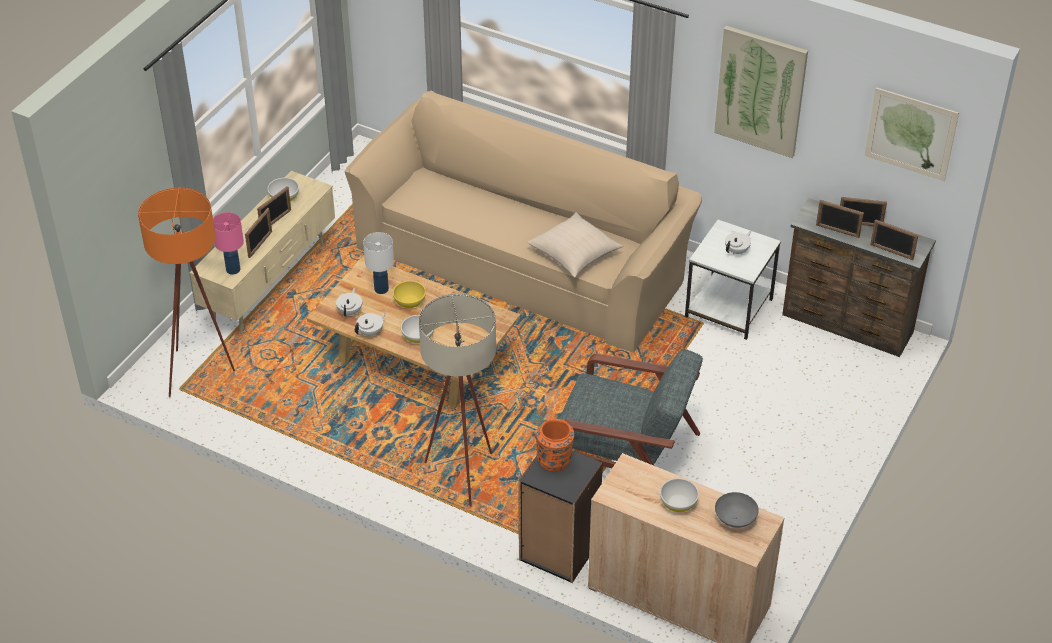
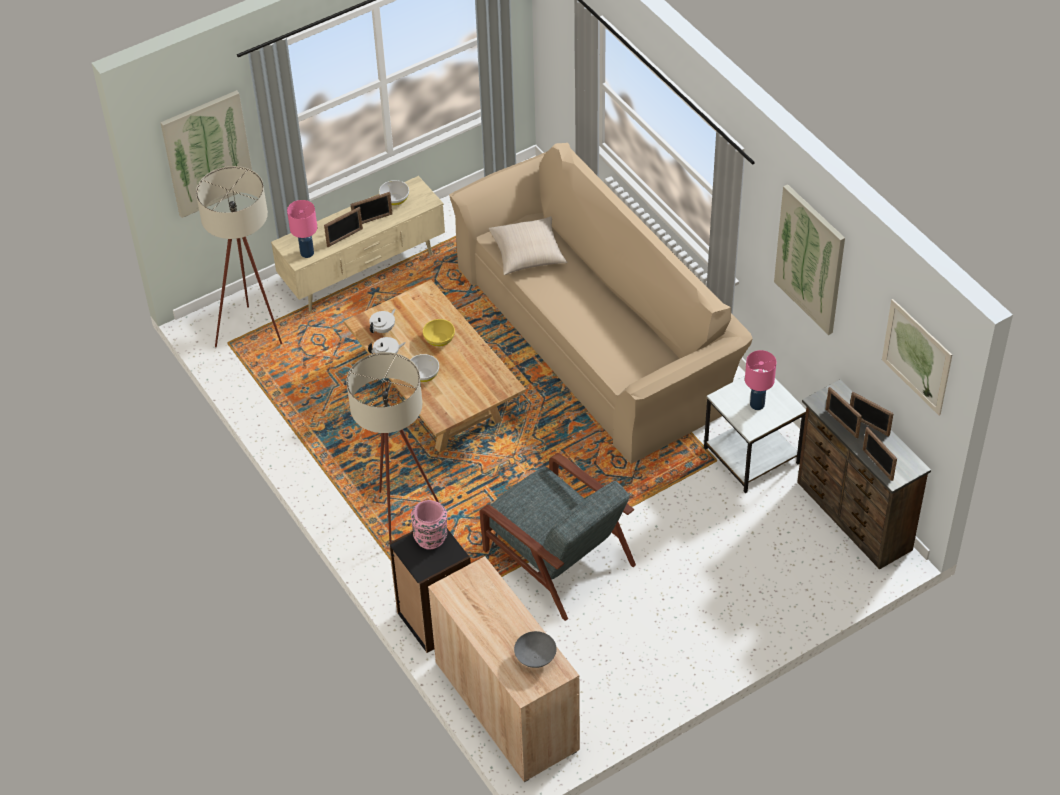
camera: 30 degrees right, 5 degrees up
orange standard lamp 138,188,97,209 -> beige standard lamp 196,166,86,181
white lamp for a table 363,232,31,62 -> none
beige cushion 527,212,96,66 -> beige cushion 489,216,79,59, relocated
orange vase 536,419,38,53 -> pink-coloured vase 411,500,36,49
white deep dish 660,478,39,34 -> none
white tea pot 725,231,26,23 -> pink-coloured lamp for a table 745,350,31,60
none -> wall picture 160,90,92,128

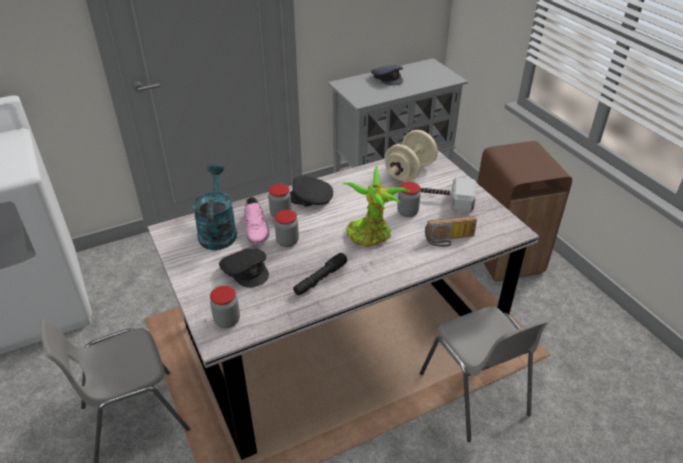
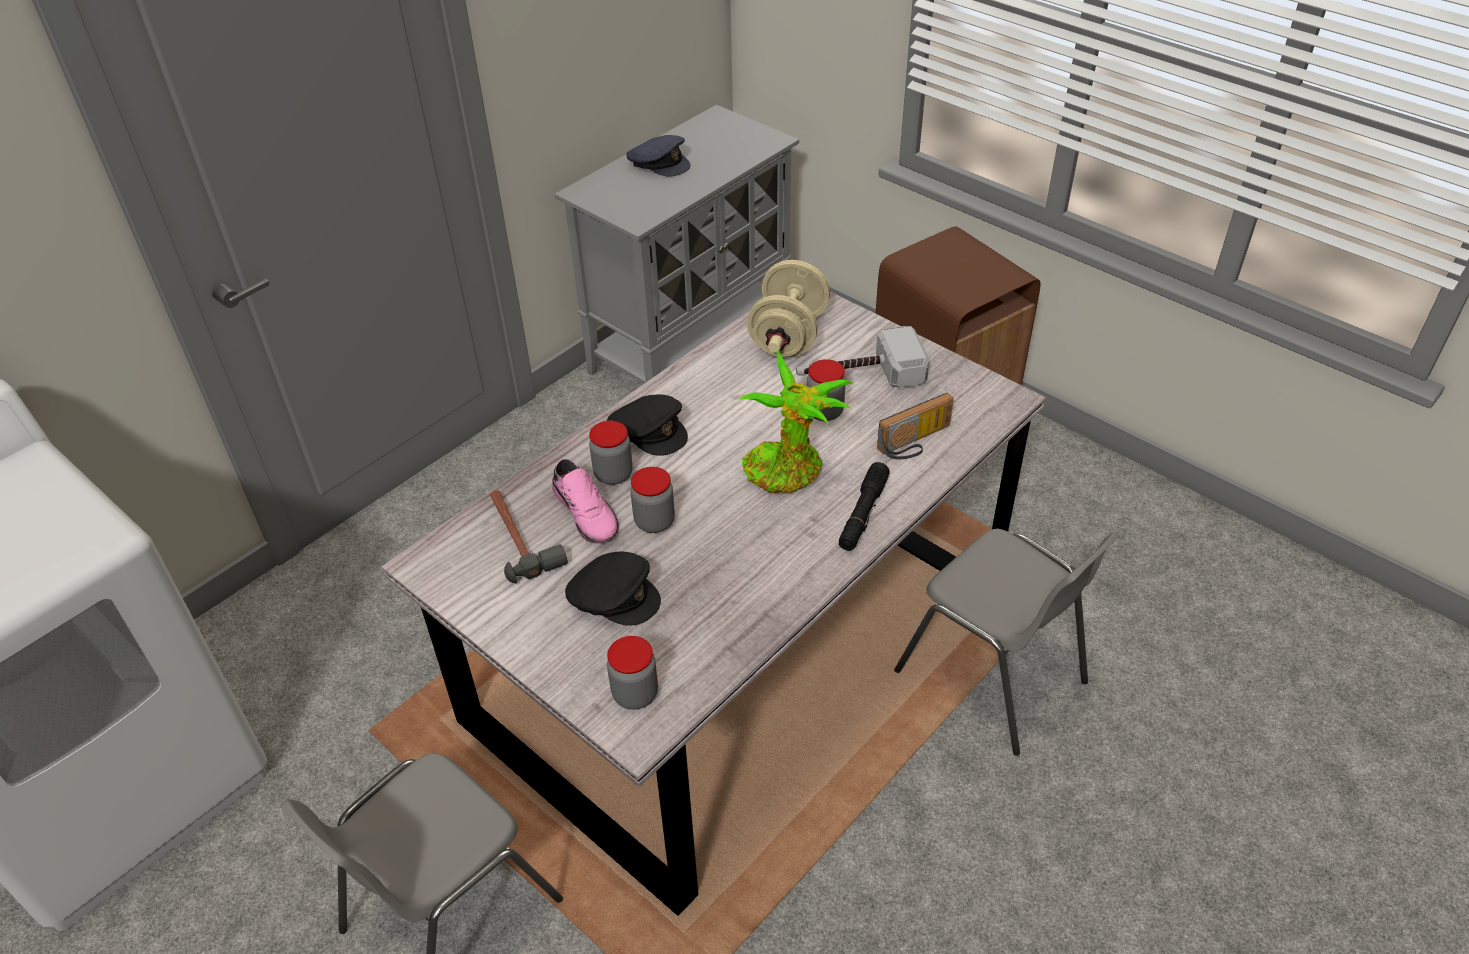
camera: 20 degrees left, 5 degrees up
blue-green watering can 193,163,44,87 -> hand hammer 490,491,78,92
black-coloured peaked cap 290,176,43,30 -> black-coloured peaked cap 607,394,81,62, 135 degrees counterclockwise
black-coloured torch 293,253,54,43 -> black-coloured torch 839,462,50,89, relocated

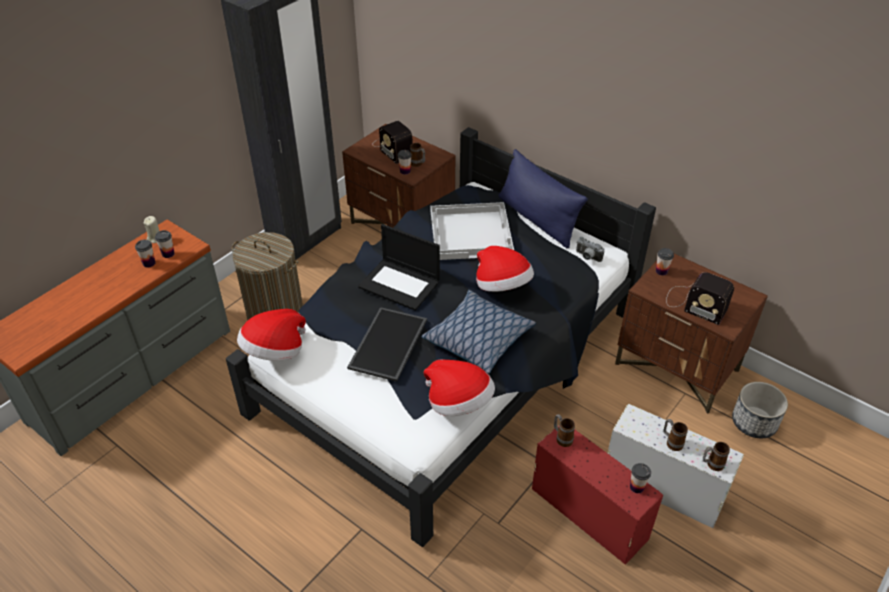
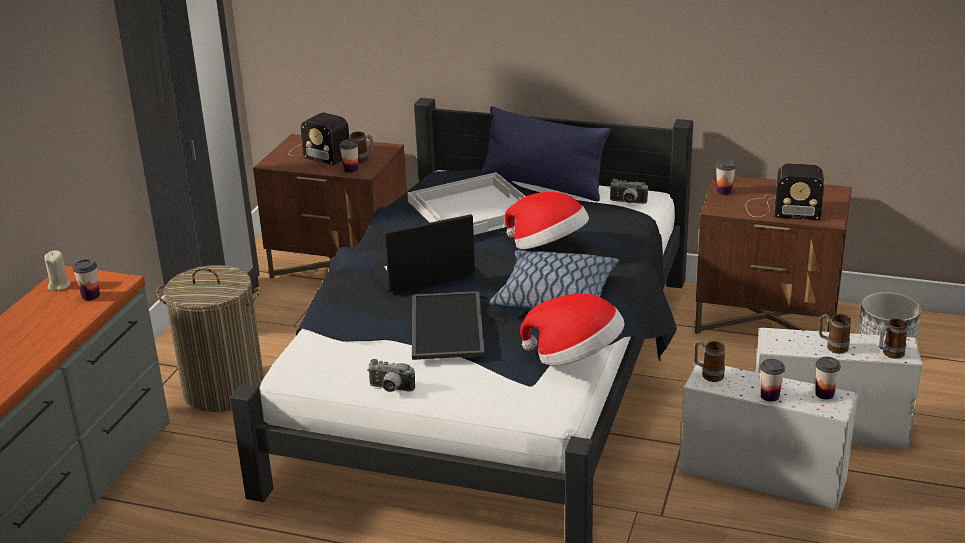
camera: 20 degrees left, 15 degrees down
small cup 135,240,20,28 -> small cup 760,359,25,43, relocated
wearable hat 237,309,69,52 -> none
notebook computer 358,224,82,87 -> notebook computer 369,214,106,78, 150 degrees clockwise
red storage bin 532,424,131,141 -> white storage bin 679,361,179,149
none -> still camera 367,359,48,33

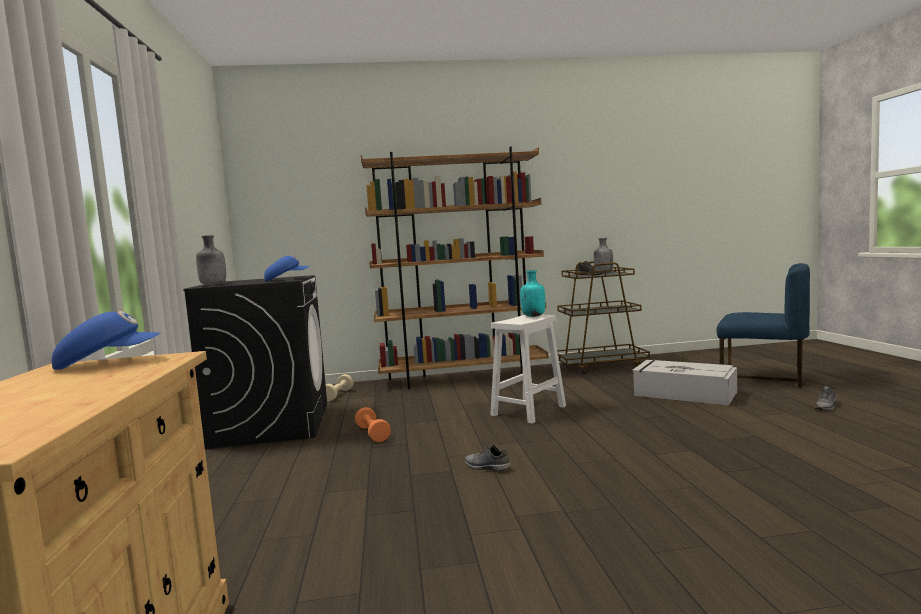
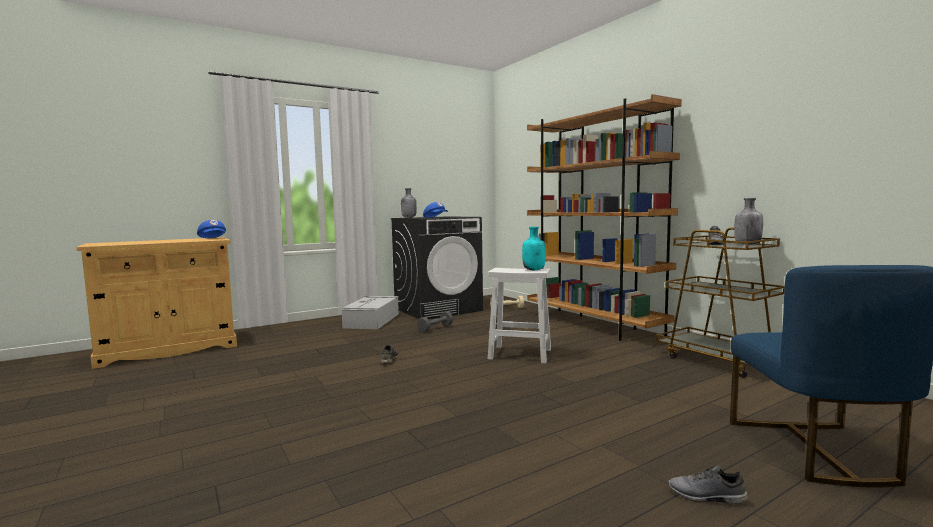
camera: 65 degrees right, 0 degrees up
orange free weight 355,407,36,35 -> grey free weight 417,311,36,22
grey storage bin 632,360,105,46 -> grey storage bin 342,296,57,33, relocated

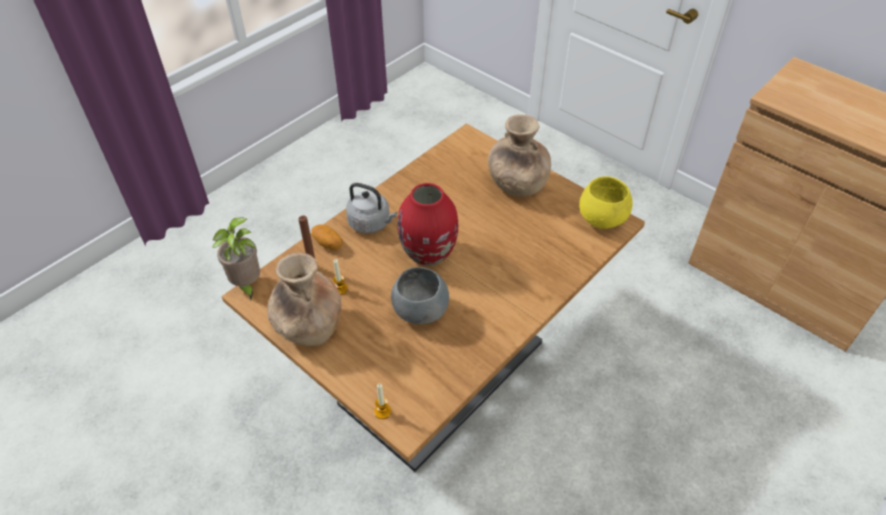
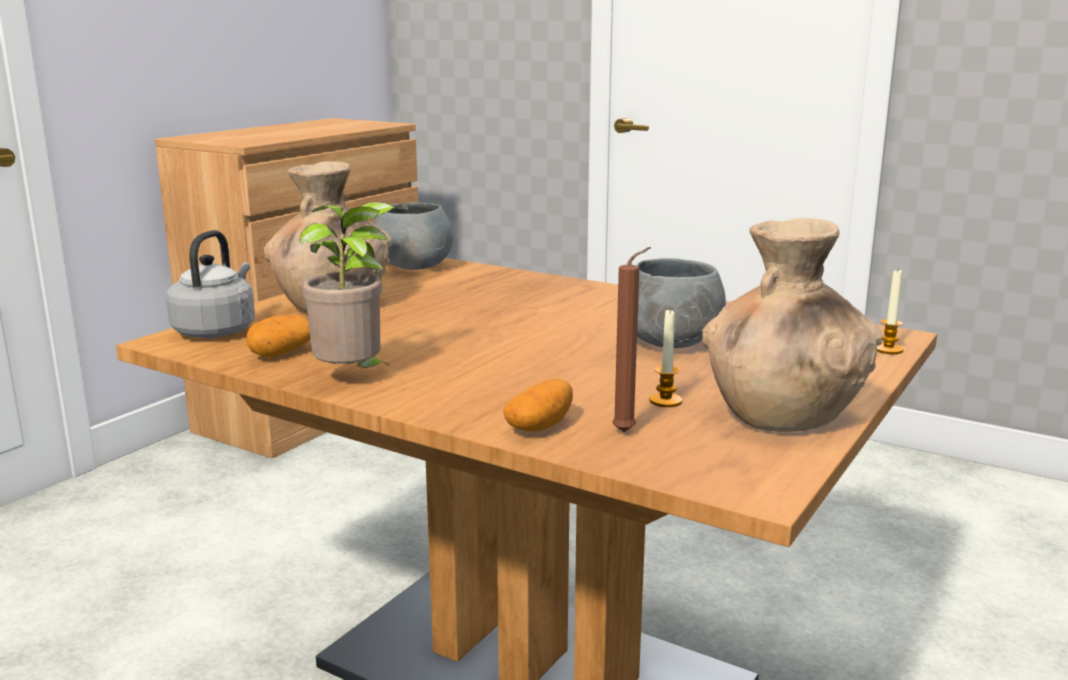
camera: 100 degrees left, 30 degrees down
potted plant 212,218,48,82 -> potted plant 299,202,95,167, relocated
grey water kettle 346,183,51,50 -> grey water kettle 166,230,89,108, relocated
red vase 397,183,61,83 -> none
yellow-coloured deep dish 579,176,54,53 -> grey deep dish 374,203,79,67
none -> potato 246,315,65,42

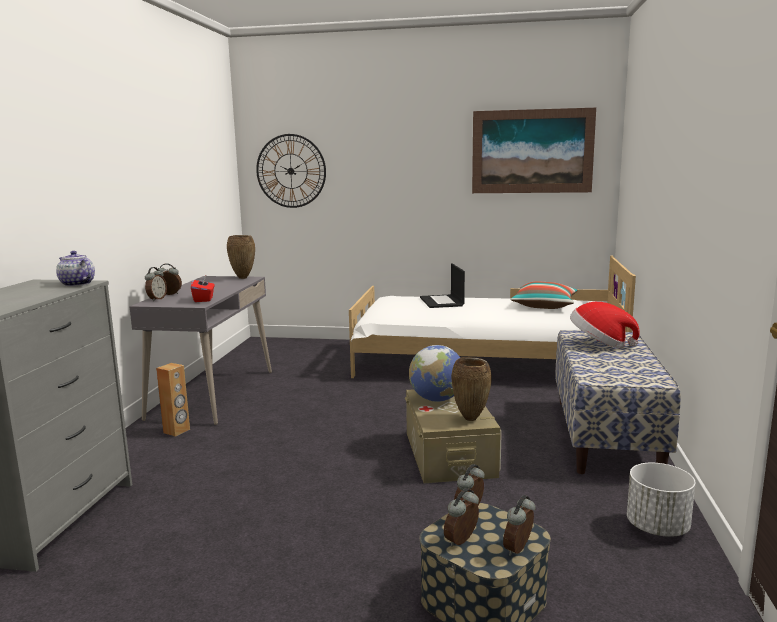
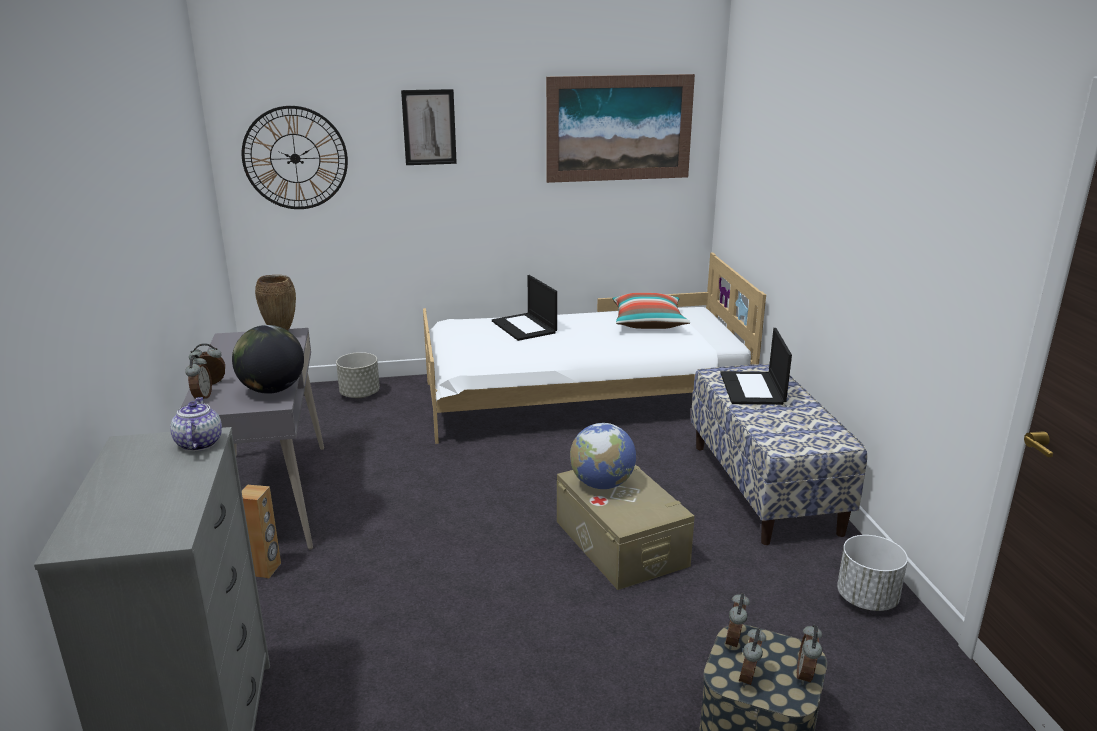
camera: 20 degrees left, 10 degrees up
tea pot 56,251,39,36 -> tea pot 170,397,52,54, 60 degrees clockwise
red box of tissues 191,274,24,28 -> globe 232,325,72,69
brown vase 451,357,41,64 -> none
wearable hat 570,302,70,46 -> notebook computer 720,328,72,77
none -> grey flower pot 336,352,44,46
none -> wall picture 401,89,56,76

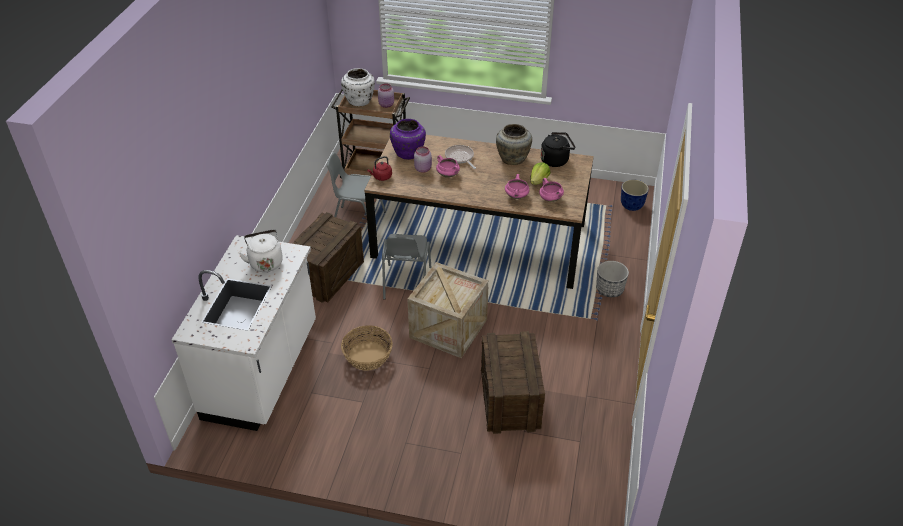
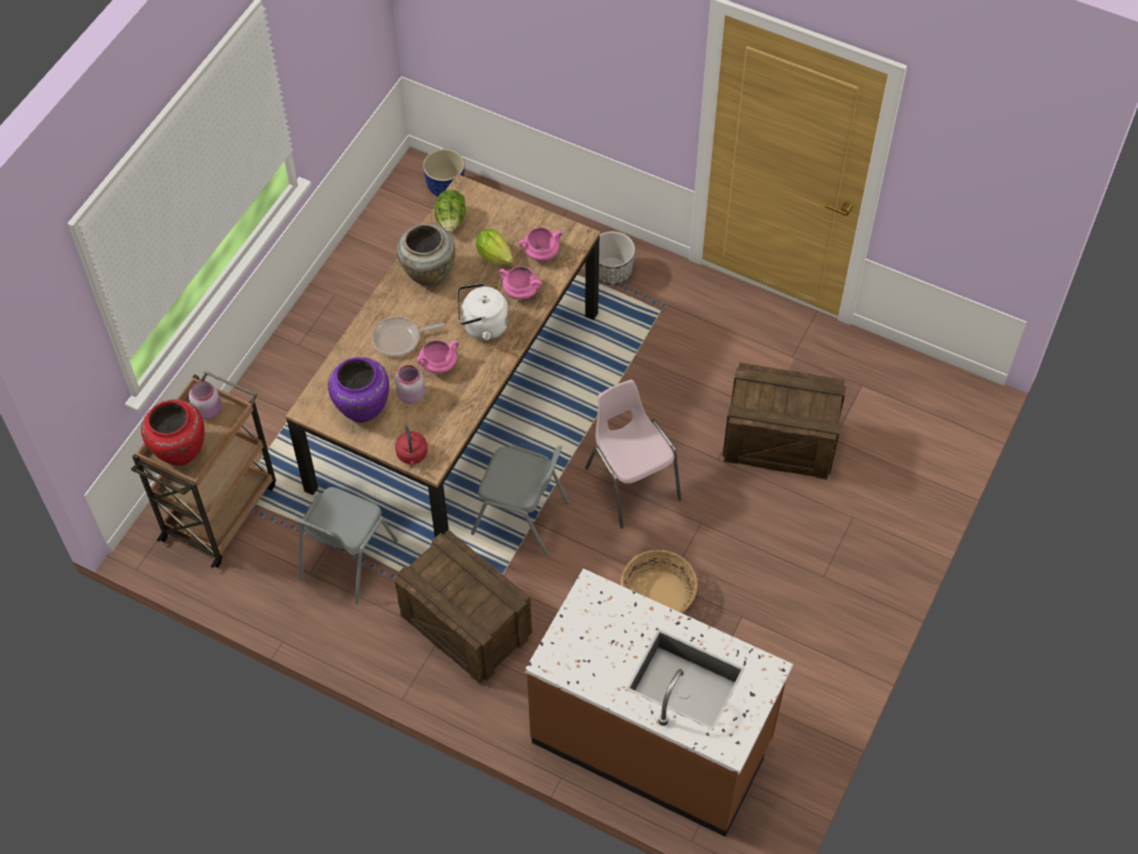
camera: 75 degrees left, 15 degrees up
white kitchen base unit 172,235,144,196 -> brown kitchen base unit 525,568,268,269
white water kettle 239,229,44,43 -> white water kettle 457,283,52,58, relocated
white vase 341,68,34,38 -> red vase 141,399,64,67
crate 407,262,82,96 -> pink-coloured plain chair 585,379,96,149
black-coloured water kettle 541,132,34,35 -> lettuce head 435,189,31,44

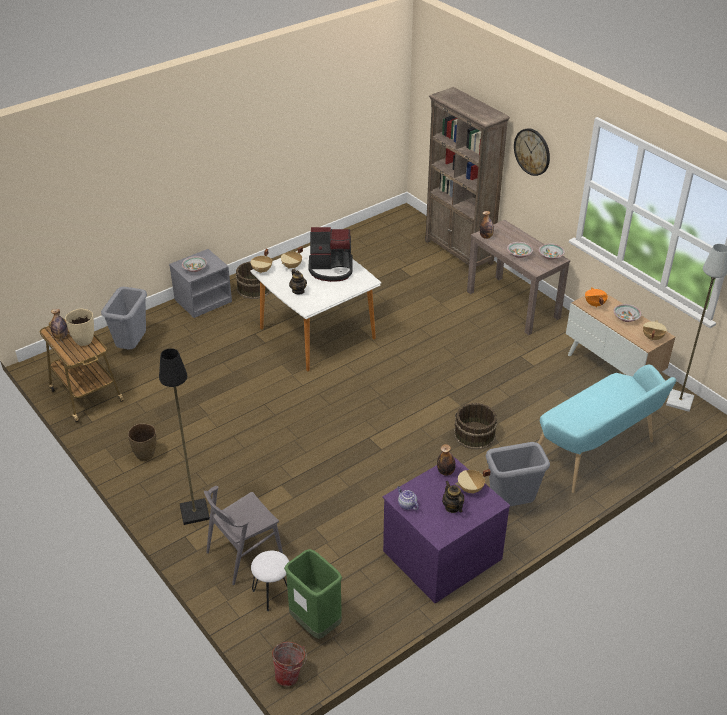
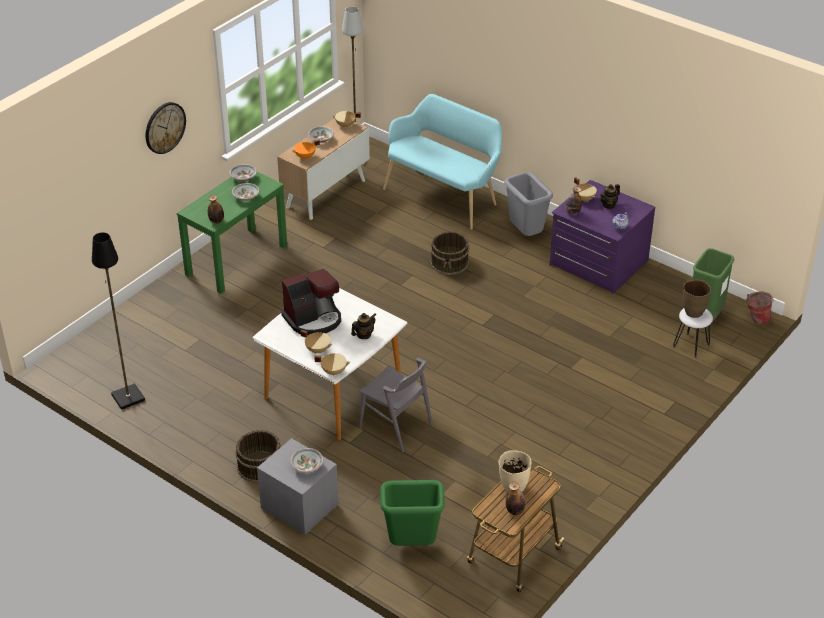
camera: 105 degrees left, 0 degrees up
grey trash can 101,287,46,62 -> greenish trash can 380,480,65,66
brown vase 128,423,28,38 -> brown vase 683,280,28,38, relocated
black-coloured standard lamp 159,348,51,177 -> black-coloured standard lamp 92,232,53,178, relocated
grey plain chair 204,486,79,99 -> grey plain chair 359,358,74,94, relocated
coffee maker 308,227,45,55 -> coffee maker 281,269,60,67, 75 degrees clockwise
brown bookcase 425,87,85,180 -> none
brown narrow table 467,220,103,115 -> greenish narrow table 177,172,110,122

